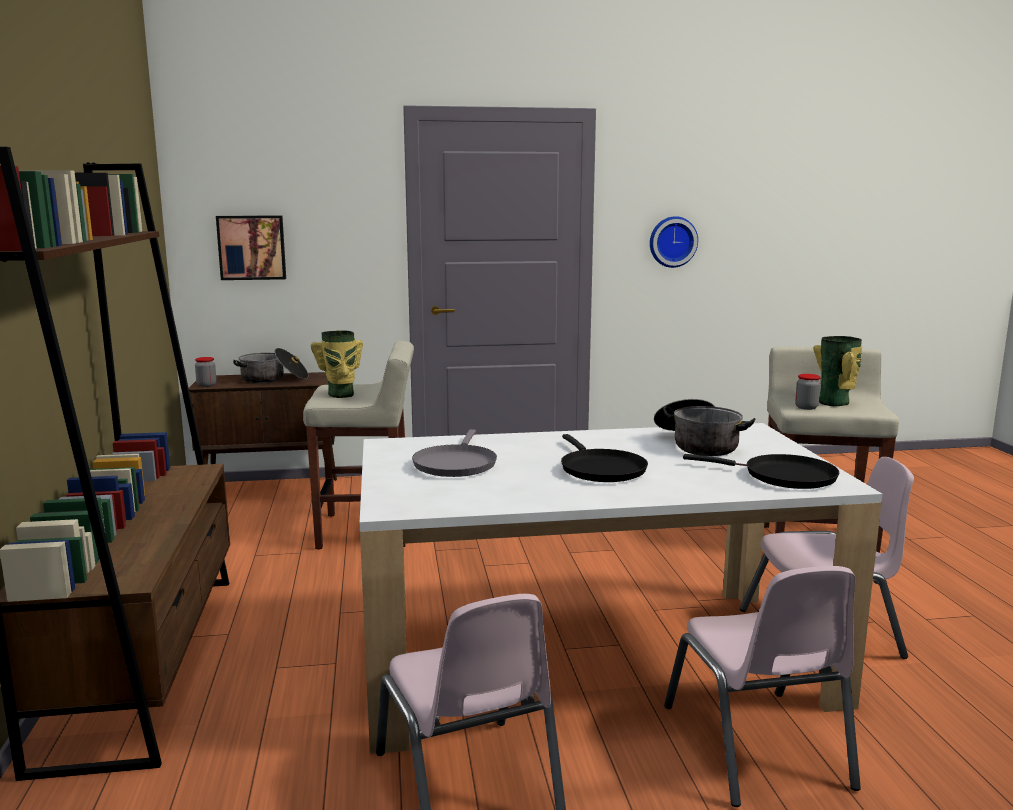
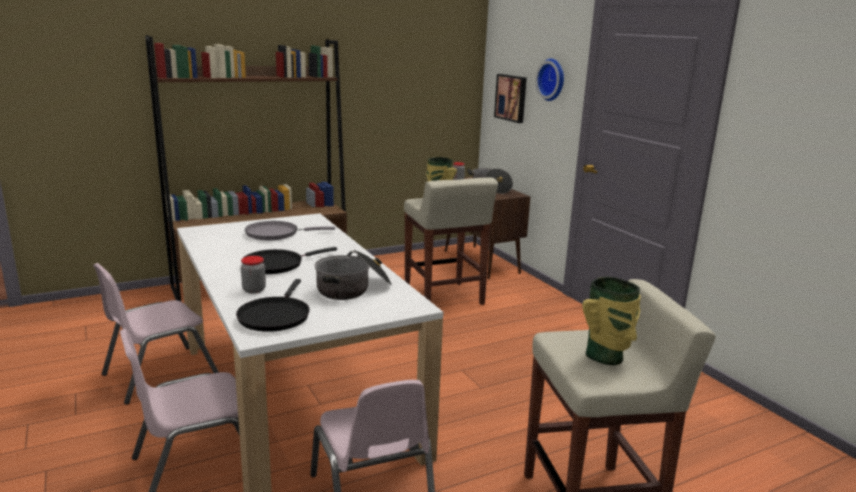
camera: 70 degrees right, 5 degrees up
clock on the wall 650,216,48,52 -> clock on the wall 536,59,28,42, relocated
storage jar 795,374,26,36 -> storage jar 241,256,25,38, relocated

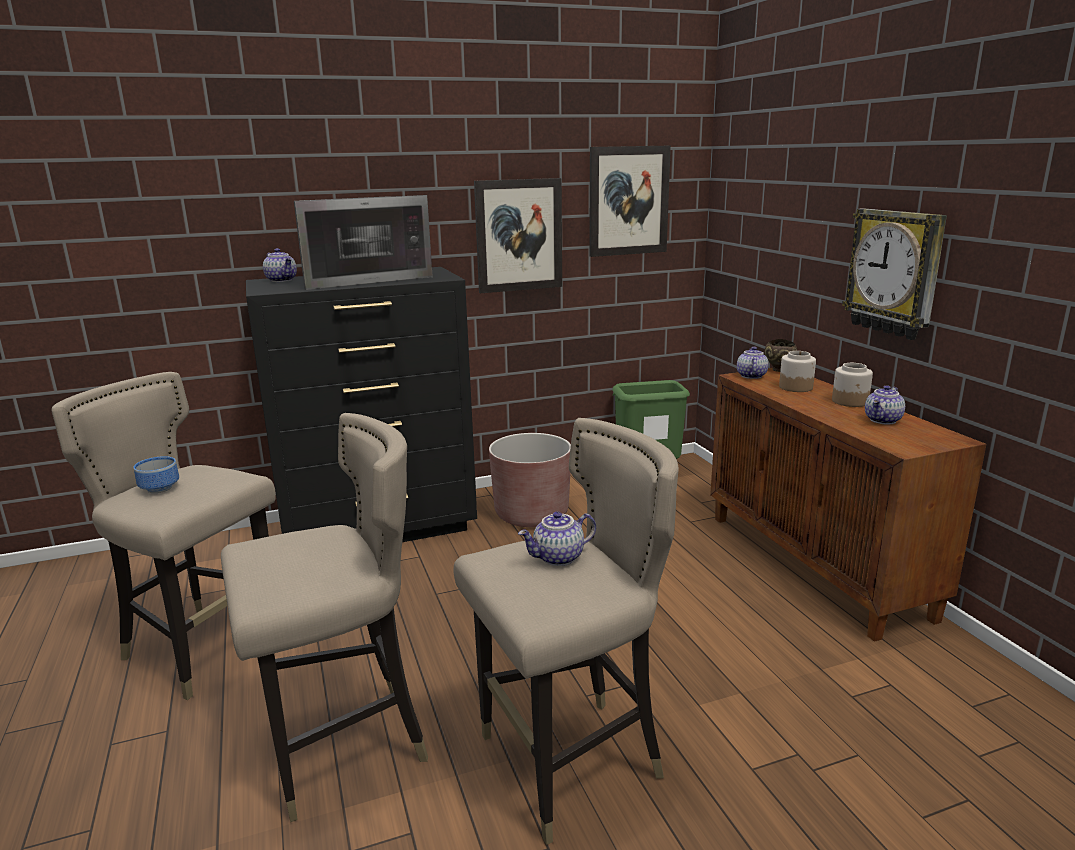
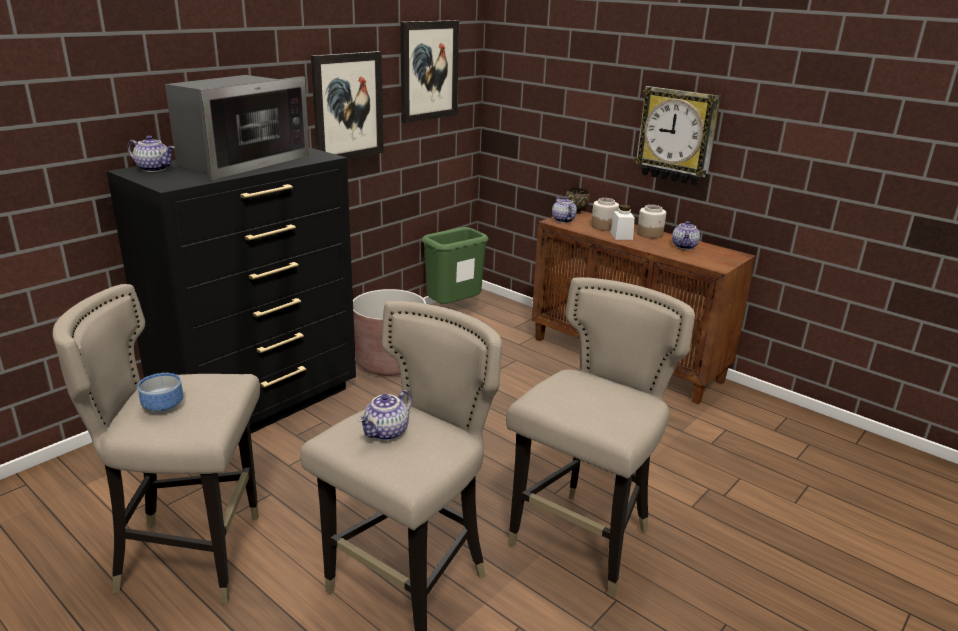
camera: 30 degrees left, 5 degrees up
tea pot 518,511,78,55 -> tea pot 358,390,54,51, relocated
none -> white storage jar 611,205,24,35

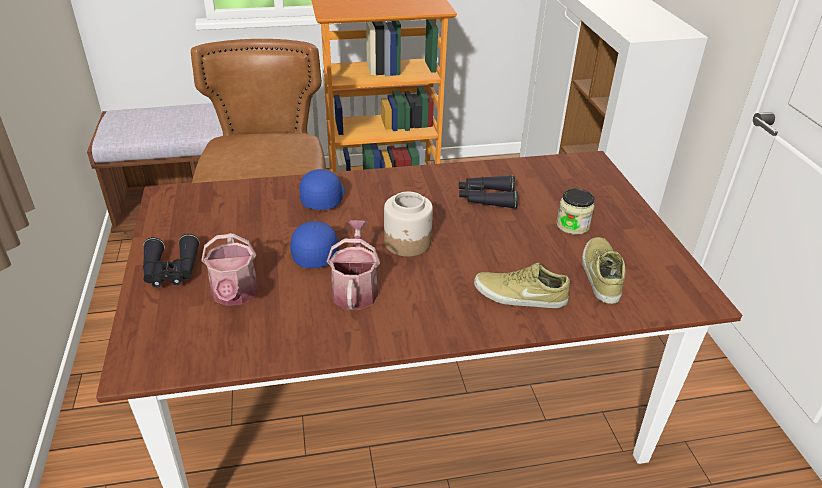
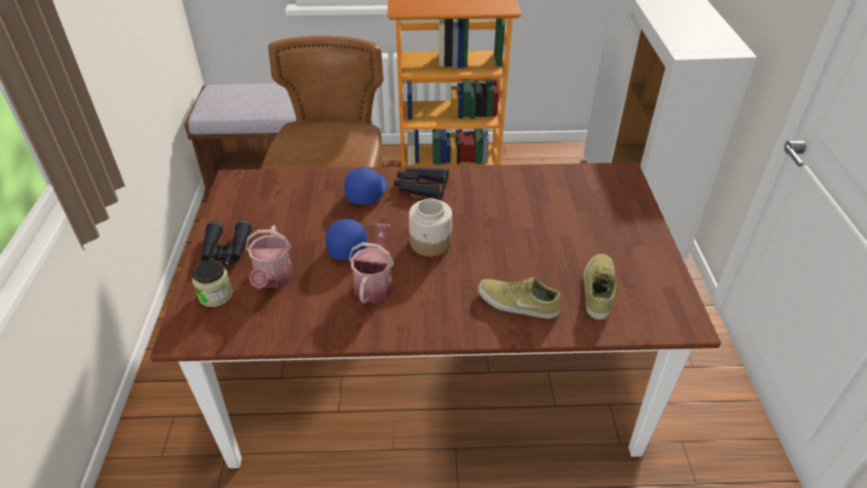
camera: 10 degrees right, 5 degrees up
black-coloured binoculars 459,175,59,34 -> black-coloured binoculars 394,168,55,32, relocated
storage jar 556,189,39,46 -> storage jar 192,260,41,47, relocated

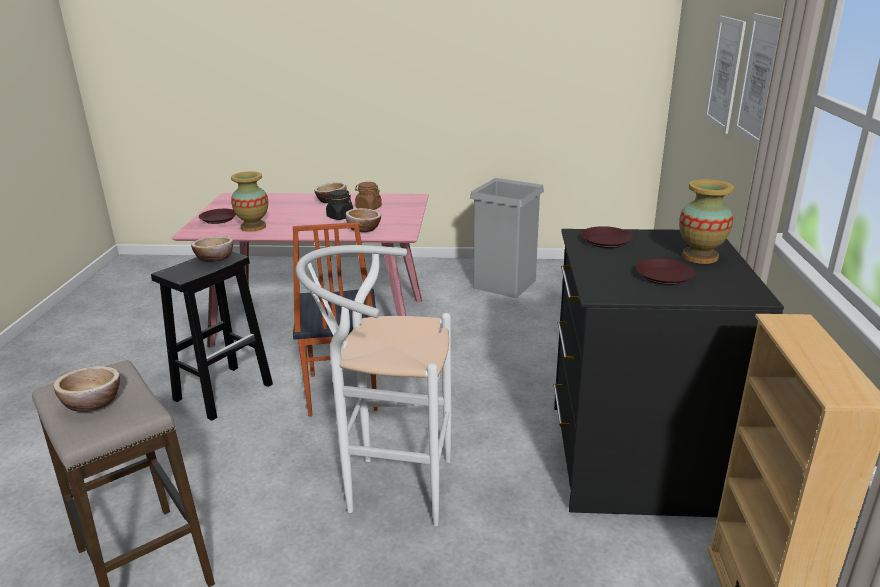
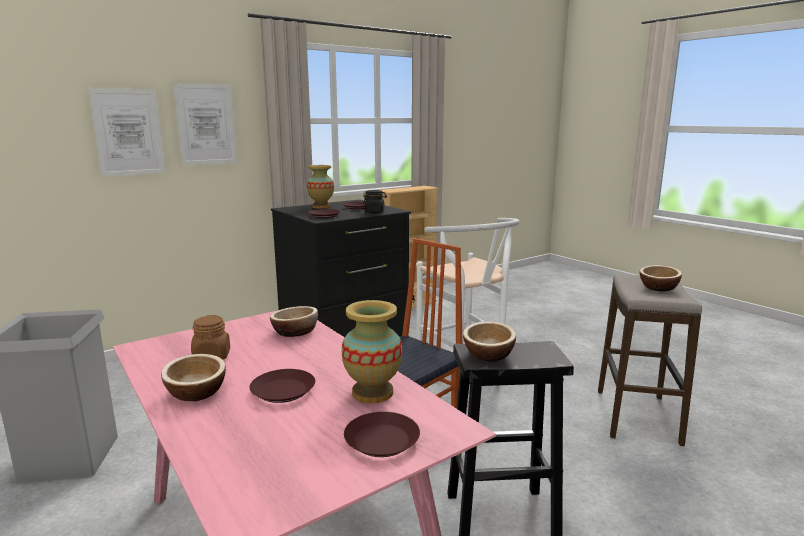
camera: 130 degrees left, 10 degrees down
black-coloured storage jar 326,190,27,30 -> black-coloured storage jar 363,190,24,23, relocated
none -> brown dinner plate 250,369,65,34

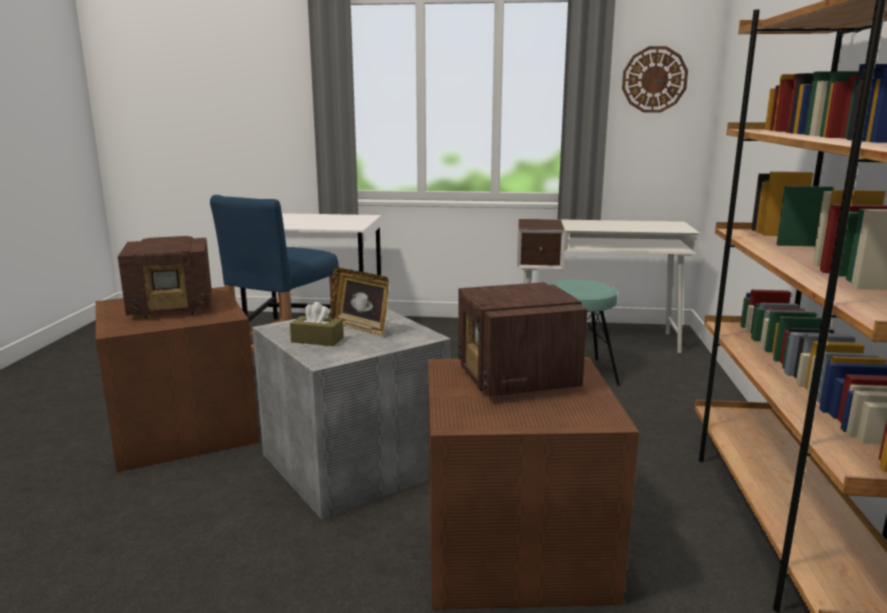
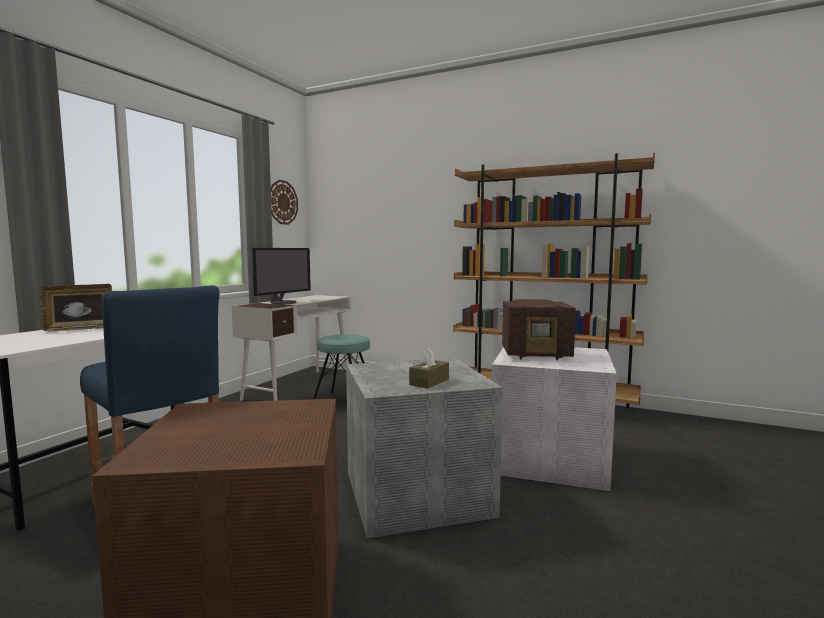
camera: 70 degrees left, 10 degrees down
radio set 118,236,94,82 -> none
standing frame 328,267,61,69 -> standing frame 40,284,72,47, relocated
brown storage bin 428,357,211,253 -> white storage bin 492,347,125,144
none -> monitor 252,248,59,56

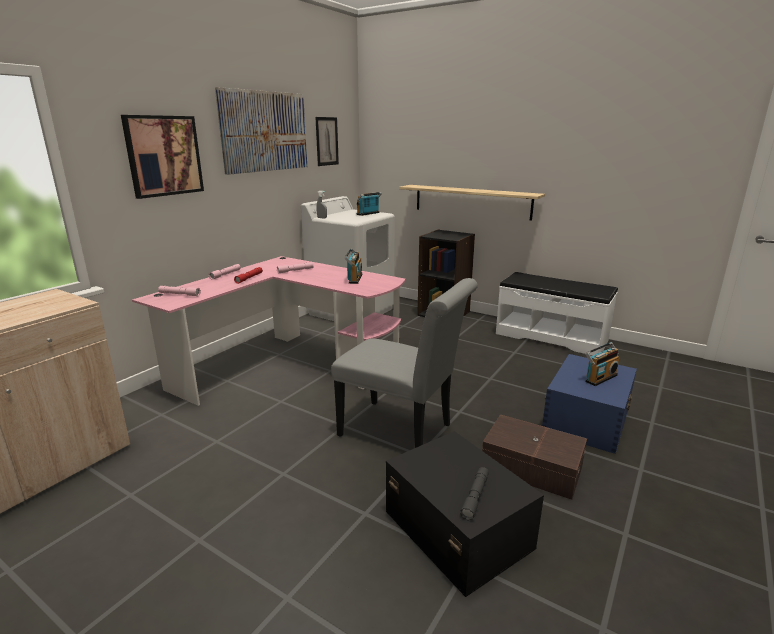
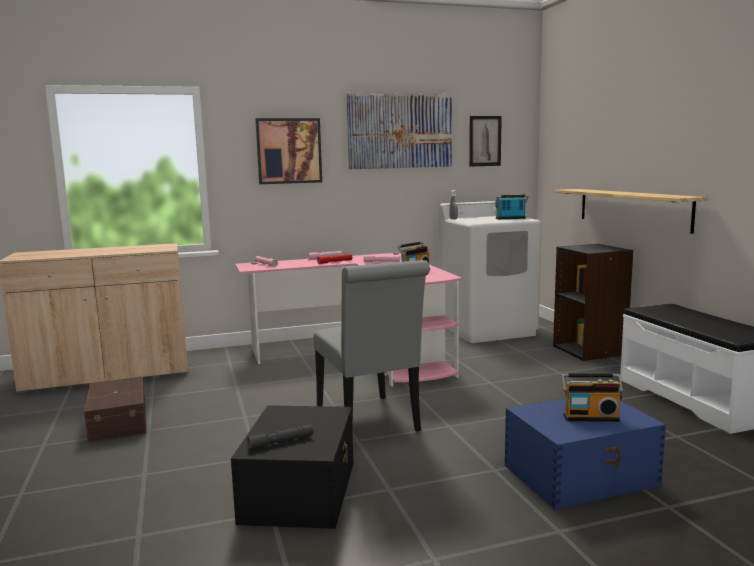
camera: 40 degrees right, 10 degrees down
brown storage bin 482,414,105,86 -> brown storage bin 84,376,62,67, relocated

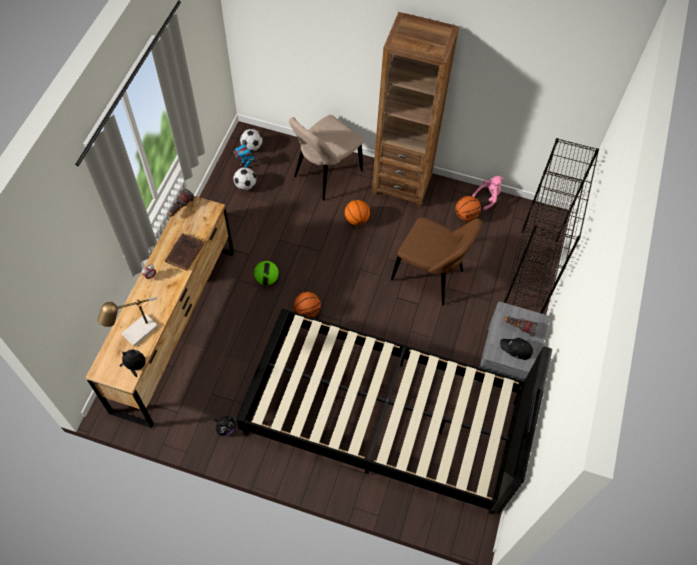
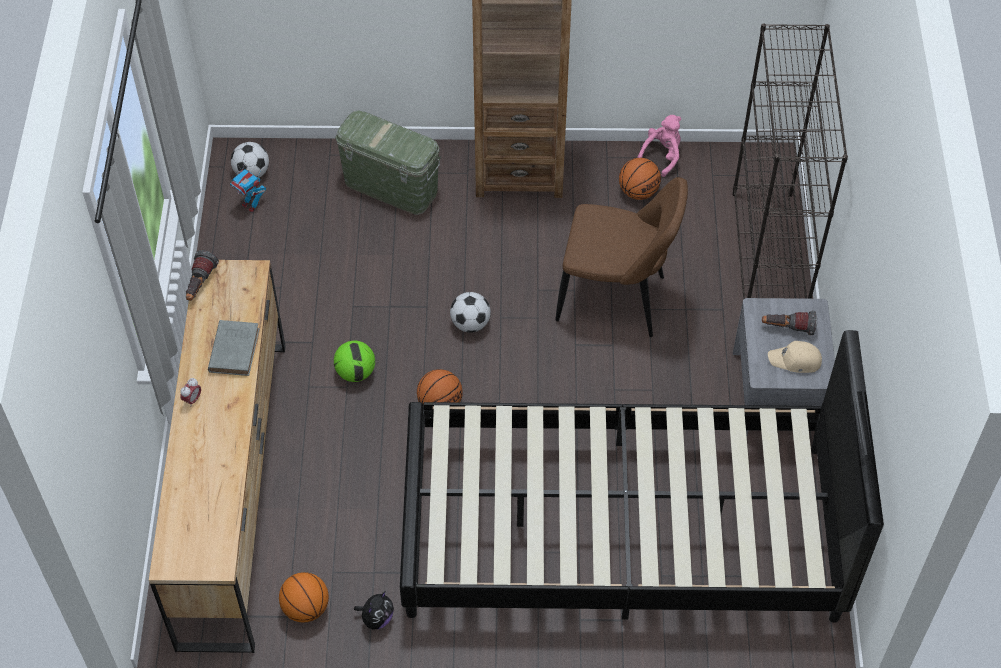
camera: 15 degrees left, 5 degrees down
lamp for a table 98,297,60,49 -> none
cuddly toy 119,350,26,27 -> none
brown book 165,233,38,38 -> grey book 208,320,52,56
ball for football 233,167,23,23 -> ball for football 450,292,41,40, relocated
beige plain chair 289,115,74,85 -> greenish storage bin 335,110,106,105
basketball 345,200,25,25 -> basketball 279,572,50,50, relocated
black-coloured peaked cap 500,338,33,22 -> beige peaked cap 768,341,54,32

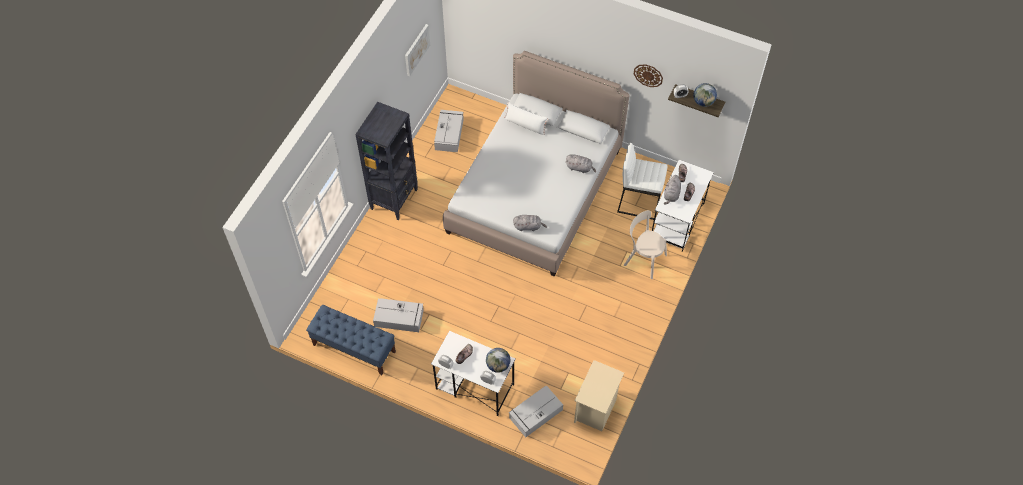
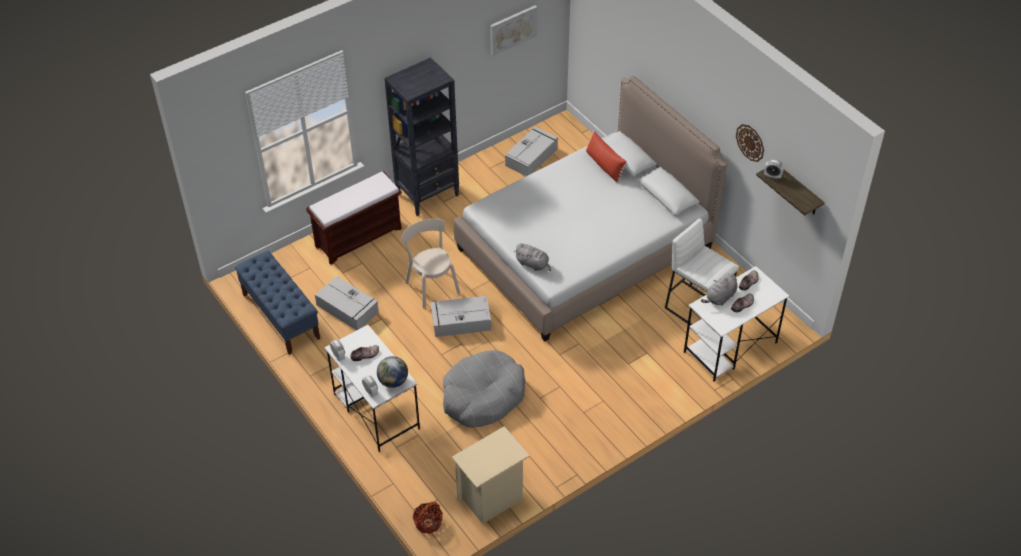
camera: 30 degrees right, 10 degrees down
white cushion 504,103,45,32 -> red cushion 586,131,42,52
grey storage bin 509,385,54,52 -> grey storage bin 430,296,61,41, relocated
grey cuddly toy 566,155,30,18 -> none
beige plain chair 624,210,43,69 -> beige plain chair 401,219,59,90, relocated
globe 693,83,24,24 -> none
none -> brown bench 306,171,96,94
none -> basket 412,502,31,32
none -> grey dog cushion 443,350,82,78

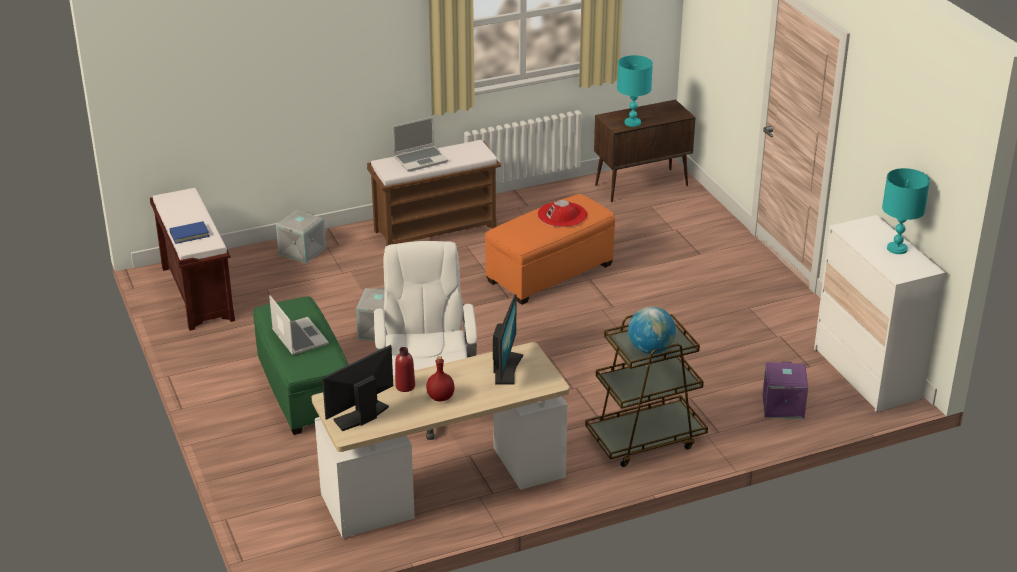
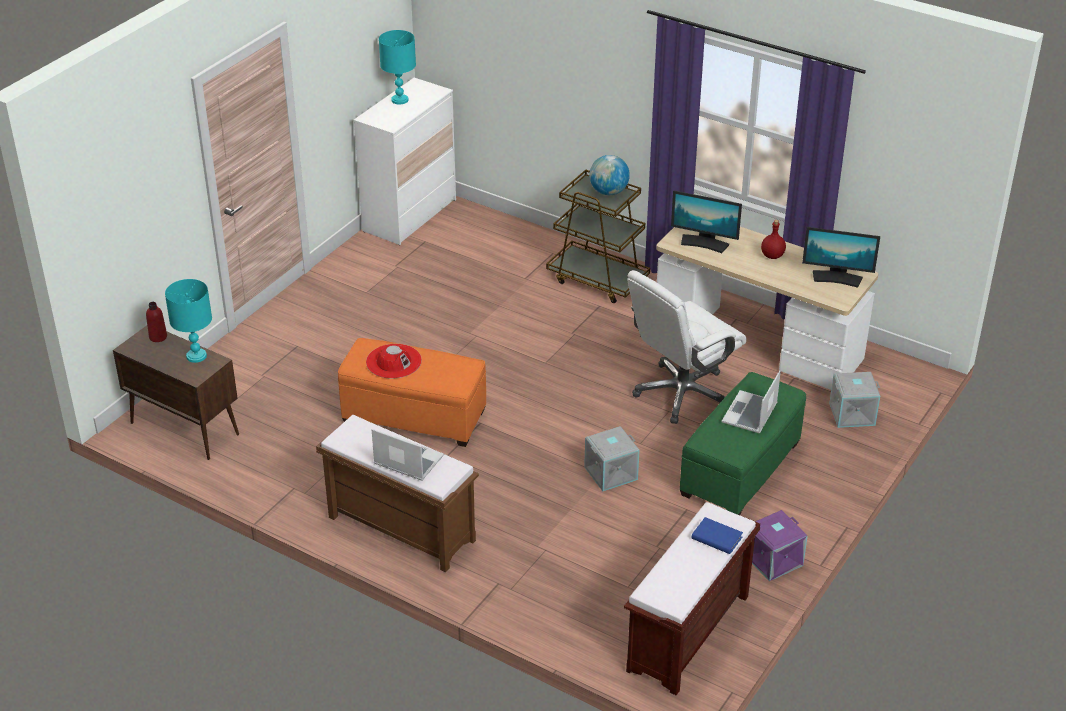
camera: 125 degrees left, 5 degrees up
grey storage bin 276,210,50,53 -> grey storage bin 829,372,51,56, relocated
red bottle 395,347,20,45 -> red bottle 146,302,21,40, relocated
monitor 493,294,30,91 -> monitor 671,190,71,63, 135 degrees counterclockwise
purple storage bin 762,361,46,58 -> purple storage bin 752,510,56,71, relocated

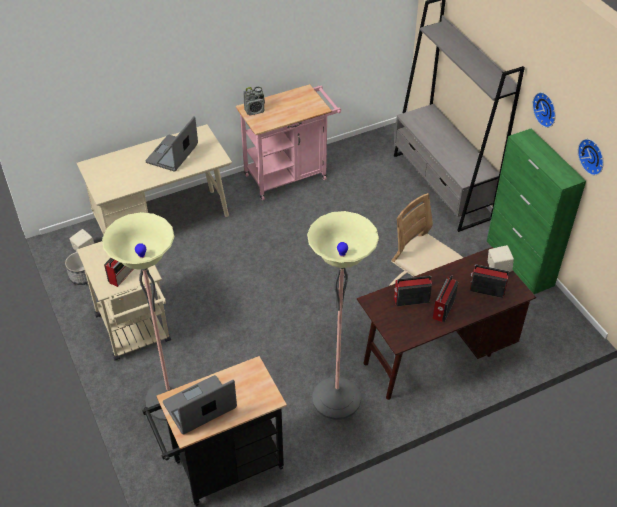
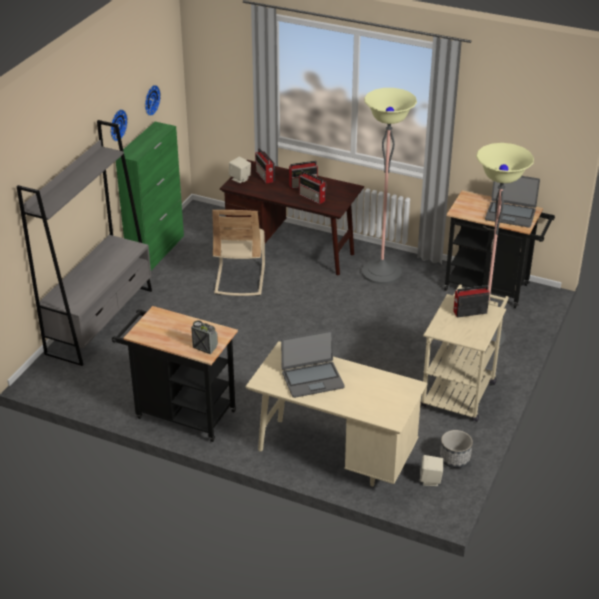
camera: 130 degrees left, 10 degrees down
pink-coloured cart 236,84,105,117 -> black-coloured cart 112,306,126,136

